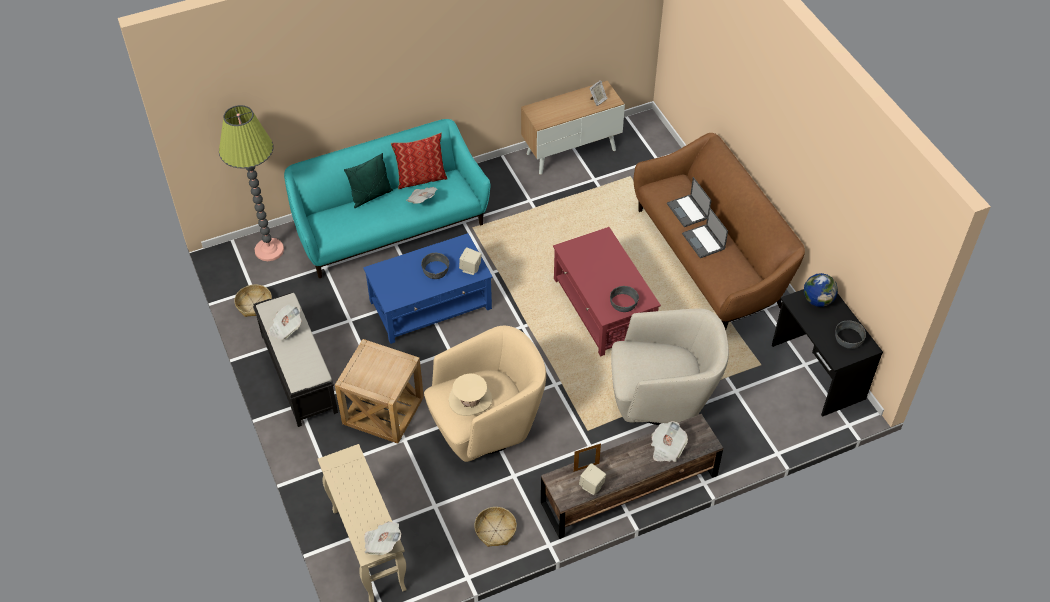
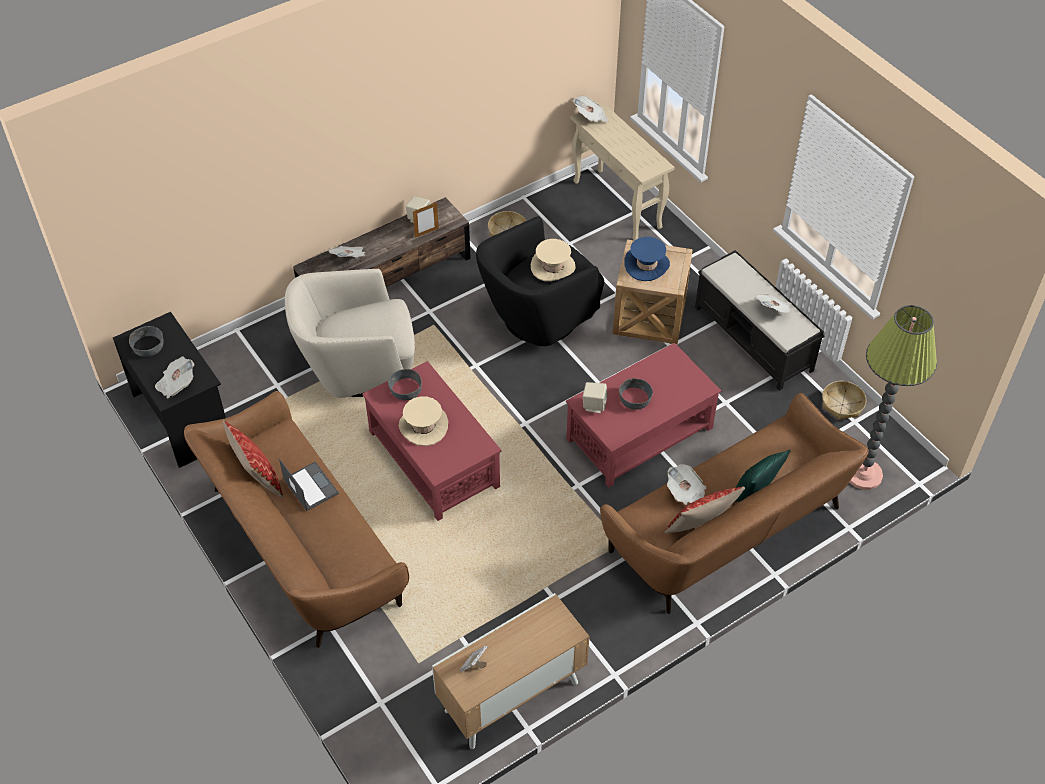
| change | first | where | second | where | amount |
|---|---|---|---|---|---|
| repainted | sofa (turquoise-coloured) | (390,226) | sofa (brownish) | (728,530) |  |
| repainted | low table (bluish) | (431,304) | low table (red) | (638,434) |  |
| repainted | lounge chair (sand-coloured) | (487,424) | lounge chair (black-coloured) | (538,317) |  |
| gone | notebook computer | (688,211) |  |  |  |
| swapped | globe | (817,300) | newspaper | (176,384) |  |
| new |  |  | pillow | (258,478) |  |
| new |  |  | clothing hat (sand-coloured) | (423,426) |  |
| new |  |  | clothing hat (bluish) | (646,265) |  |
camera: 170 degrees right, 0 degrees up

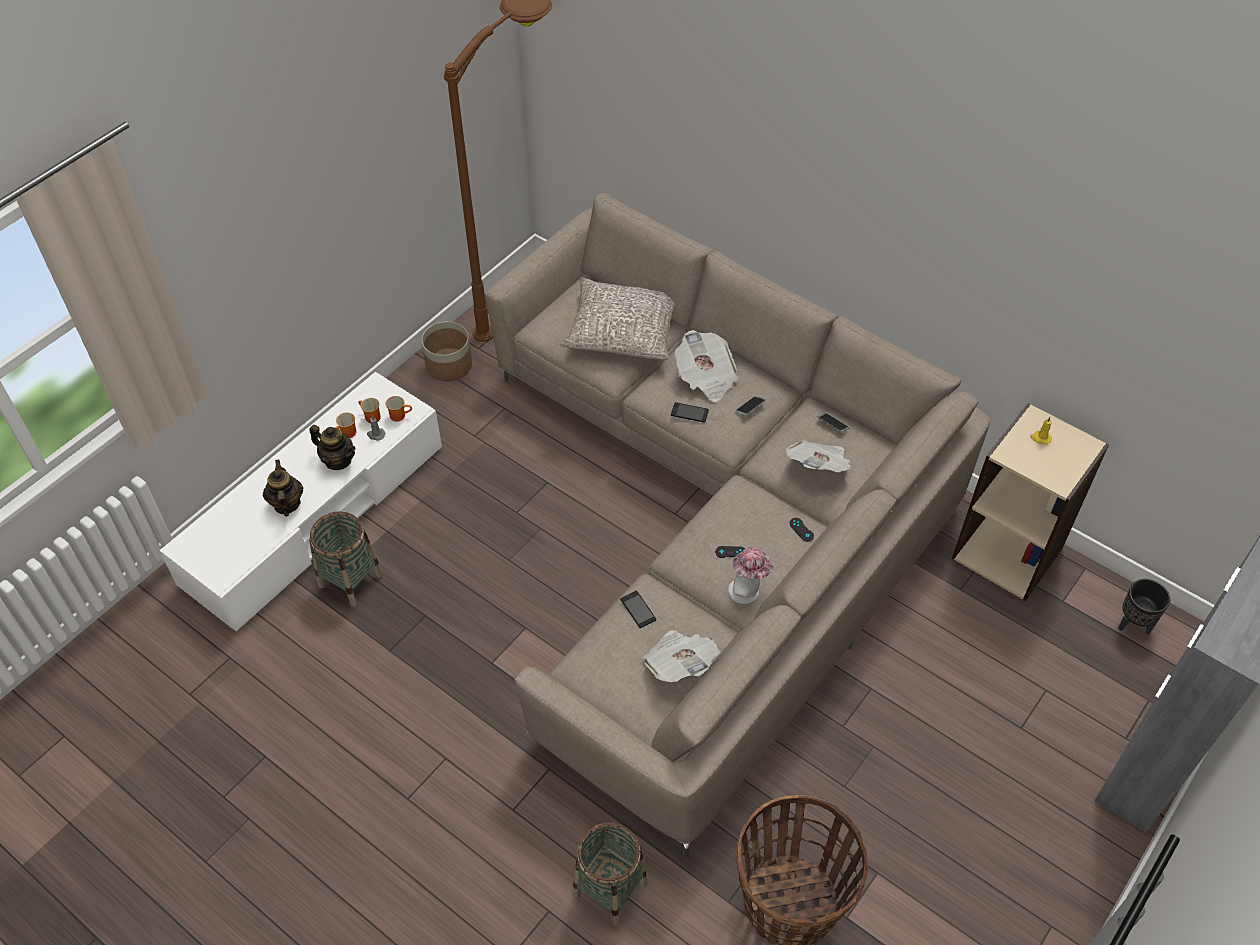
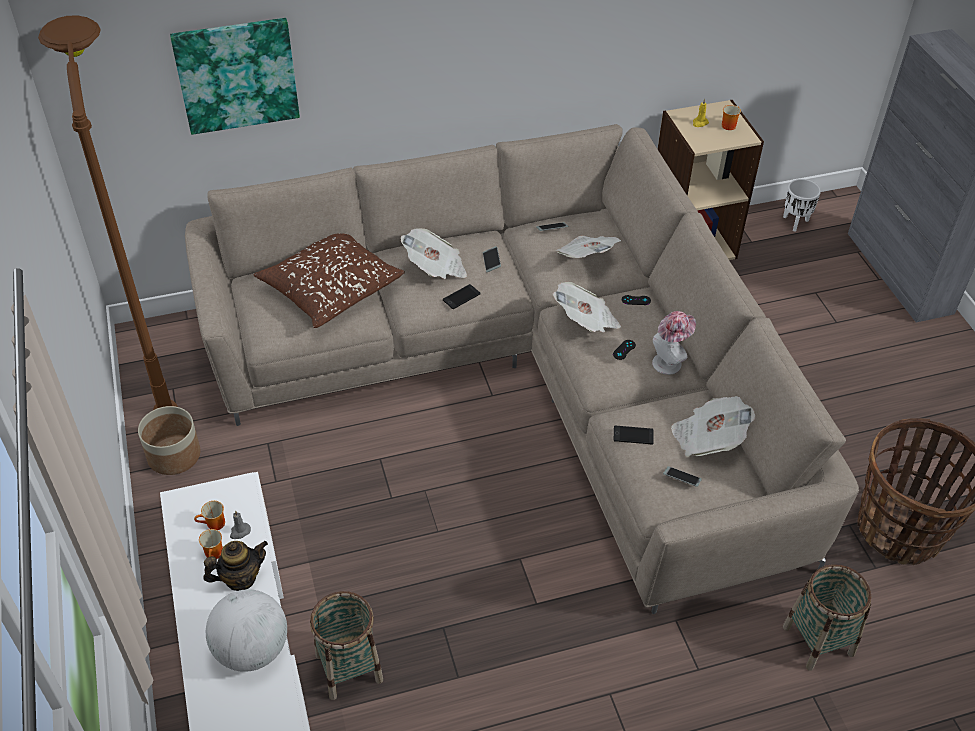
| change | first | where | second | where | amount |
|---|---|---|---|---|---|
| swapped | tea pot | (286,504) | globe | (252,650) |  |
| shifted | mug | (399,415) |  | (728,125) |  |
| repainted | pillow (grey) | (623,330) | pillow (brownish) | (331,288) |  |
| repainted | flower pot (black-coloured) | (1134,624) | flower pot (white-coloured) | (796,222) |  |
| new |  |  | wall picture | (237,75) |  |
| new |  |  | newspaper | (586,321) |  |
| new |  |  | handset | (681,479) |  |
camera: 55 degrees left, 5 degrees down

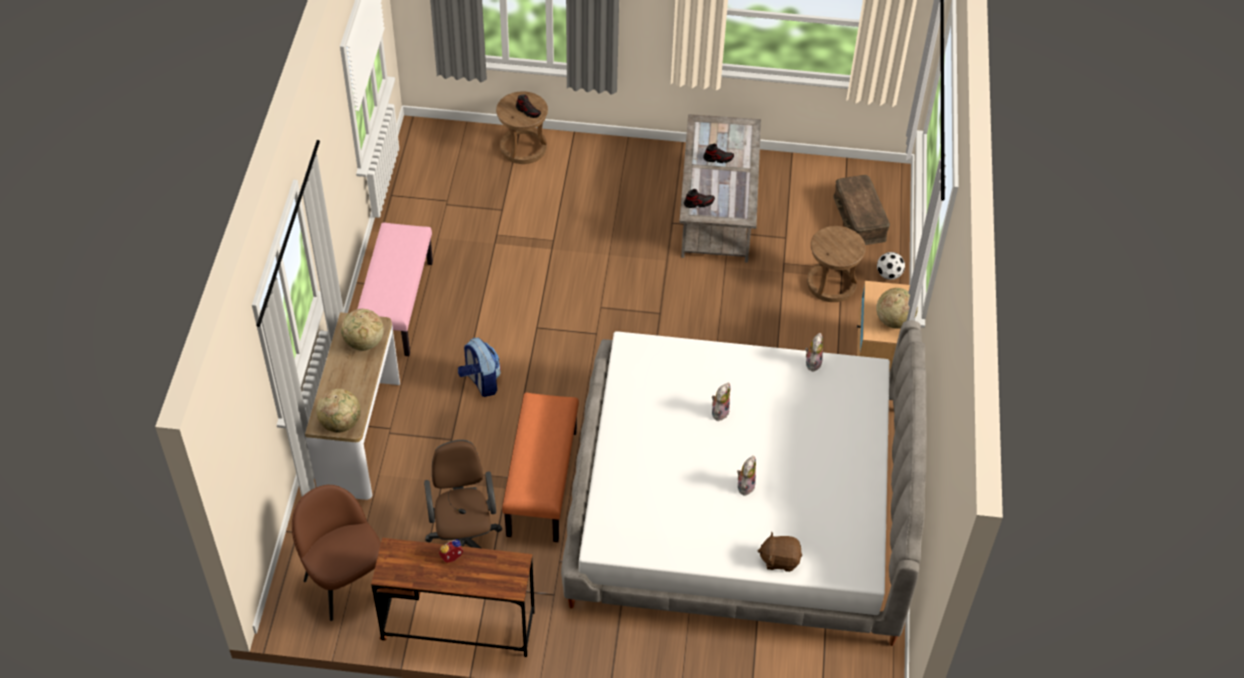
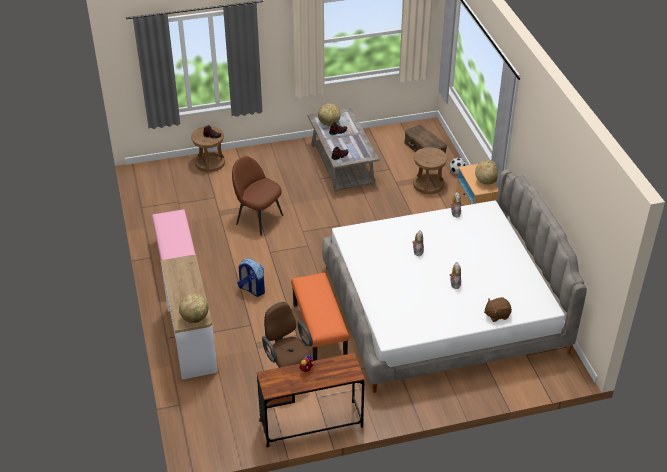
| change | first | where | second | where | amount |
|---|---|---|---|---|---|
| shifted | chair (brownish) | (345,581) |  | (258,219) |  |
| shifted | globe | (364,343) |  | (329,124) |  |
camera: 20 degrees left, 10 degrees down

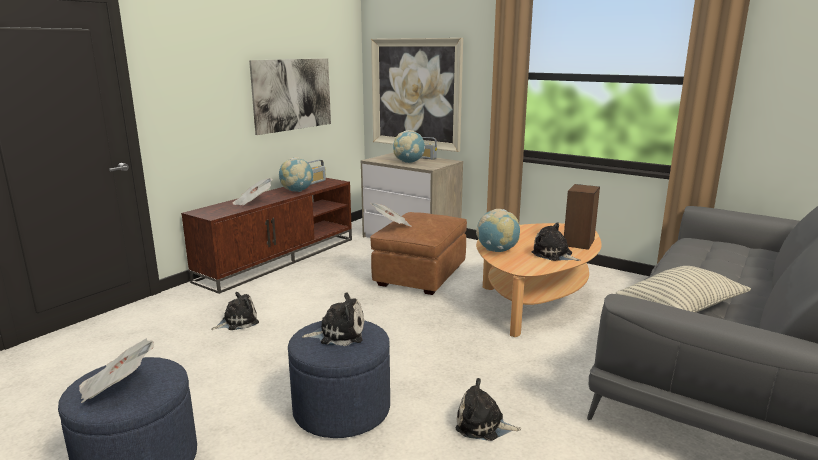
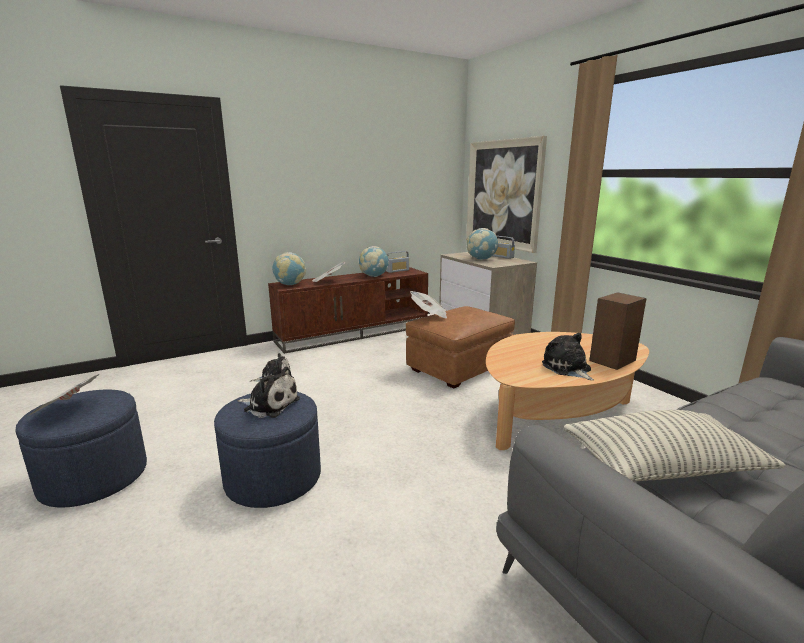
| change | first | where | second | where | amount |
|---|---|---|---|---|---|
| gone | wall picture | (292,94) |  |  |  |
| gone | plush toy | (483,425) |  |  |  |
| shifted | globe | (497,251) |  | (290,285) |  |
camera: 25 degrees right, 0 degrees up

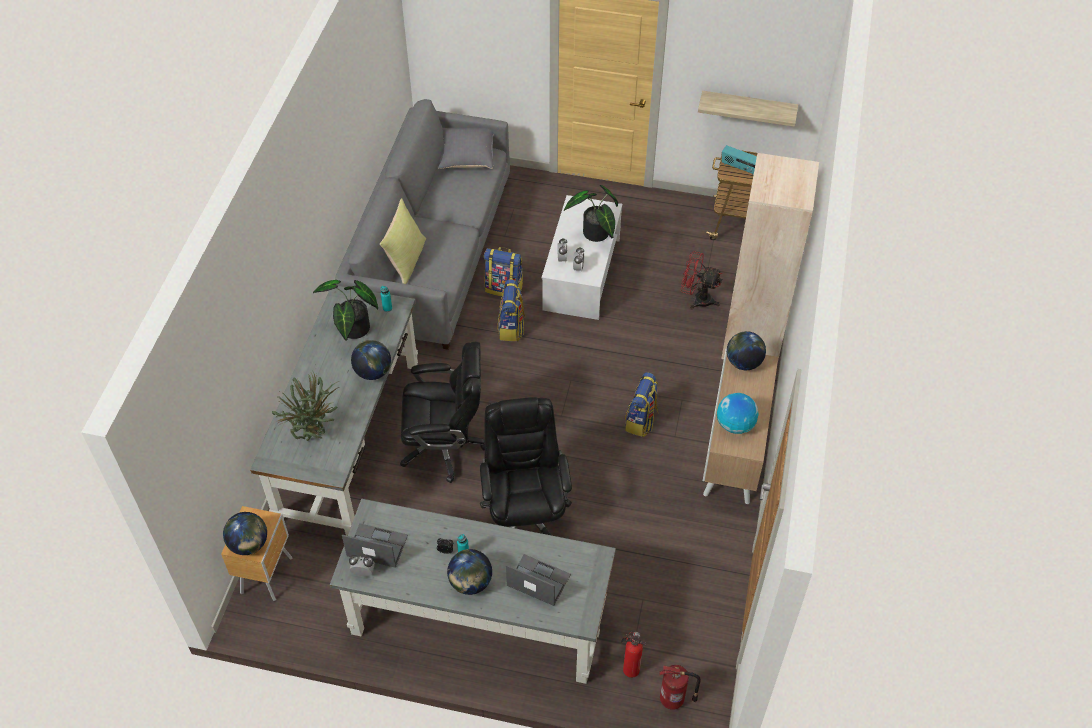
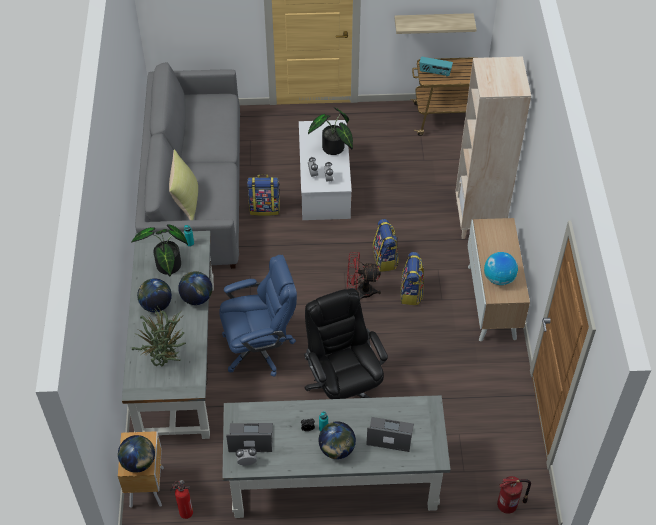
| change | first | where | second | where | amount |
|---|---|---|---|---|---|
| repainted | computer chair (black-coloured) | (445,446) | computer chair (bluish) | (259,347) |  |
| gone | pillow (grey) | (467,156) |  |  |  |
| shifted | rucksack | (511,328) |  | (385,259) |  |
| shifted | extinguisher | (630,669) |  | (185,512) |  |
| shifted | electric fan (red) | (697,299) |  | (360,291) |  |
| shifted | globe | (743,363) |  | (156,305) |  |
camera: 15 degrees left, 0 degrees up

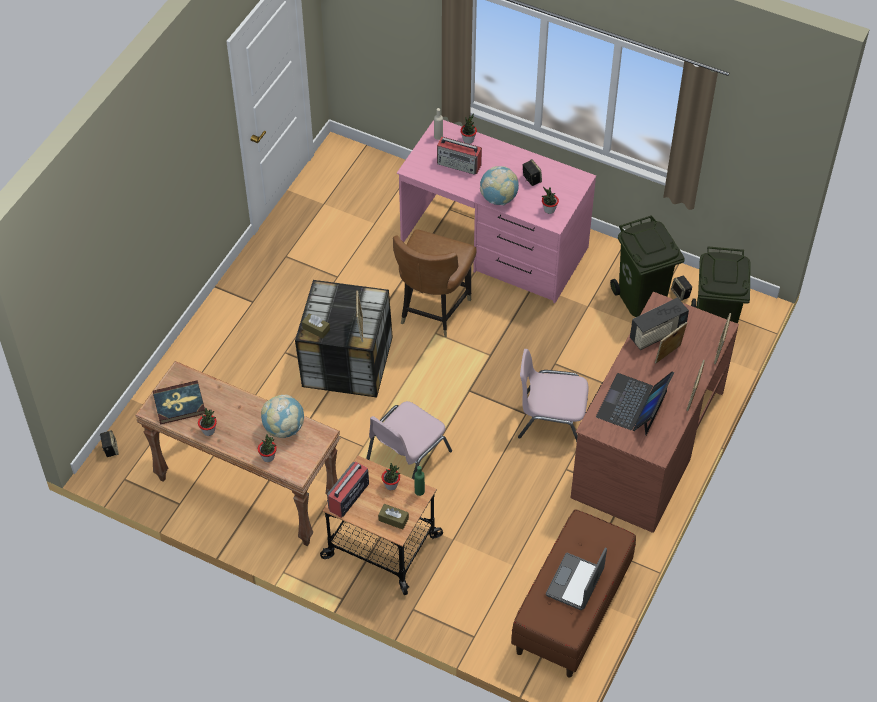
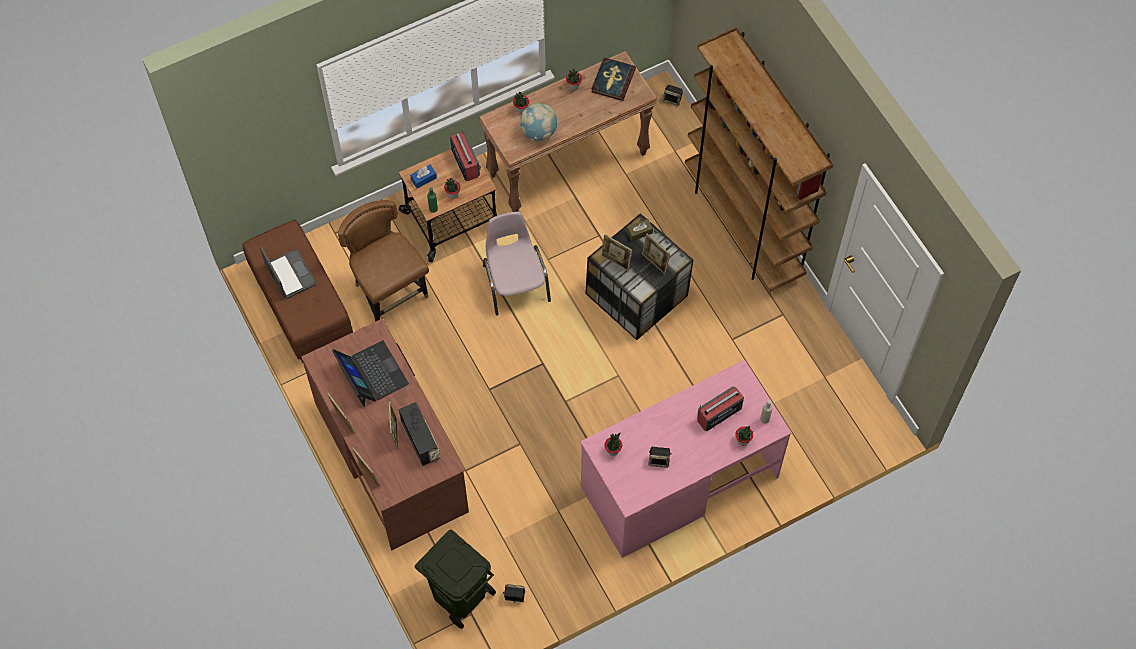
| change | first | where | second | where | amount |
|---|---|---|---|---|---|
| repainted | tissue holder (brownish) | (393,519) | tissue holder (bluish) | (424,179) |  |
| shifted | chair (brownish) | (433,309) |  | (389,293) |  |
| gone | globe | (498,198) |  |  |  |
| gone | chair (pinkish) | (551,418) |  |  |  |
| gone | waste bin (greenish) | (641,298) |  |  |  |
| rotated | radio receiver | (657,334) |  | (421,440) | 150 degrees clockwise |
| new |  |  | photo frame | (655,263) |  |
| new |  |  | shelving unit (brownish) | (743,226) |  |
camera: 125 degrees right, 10 degrees up

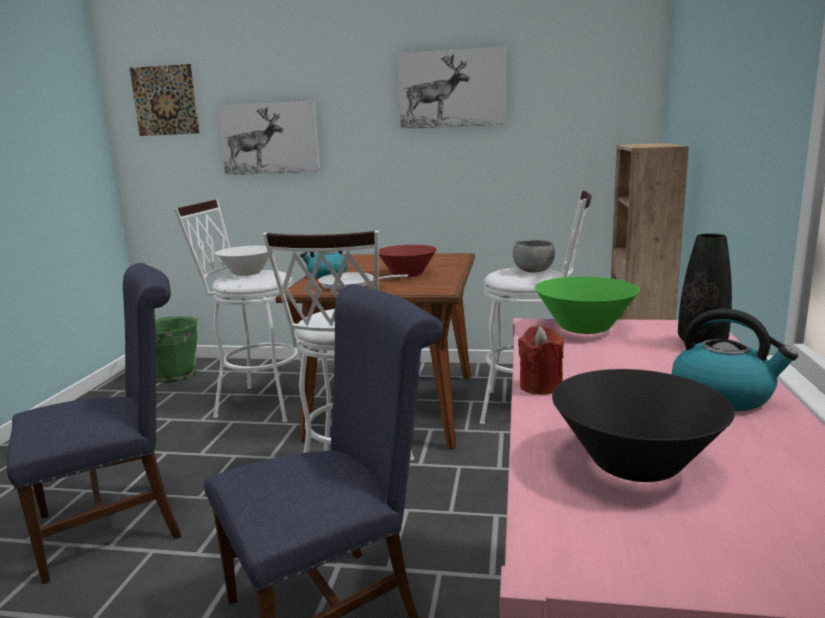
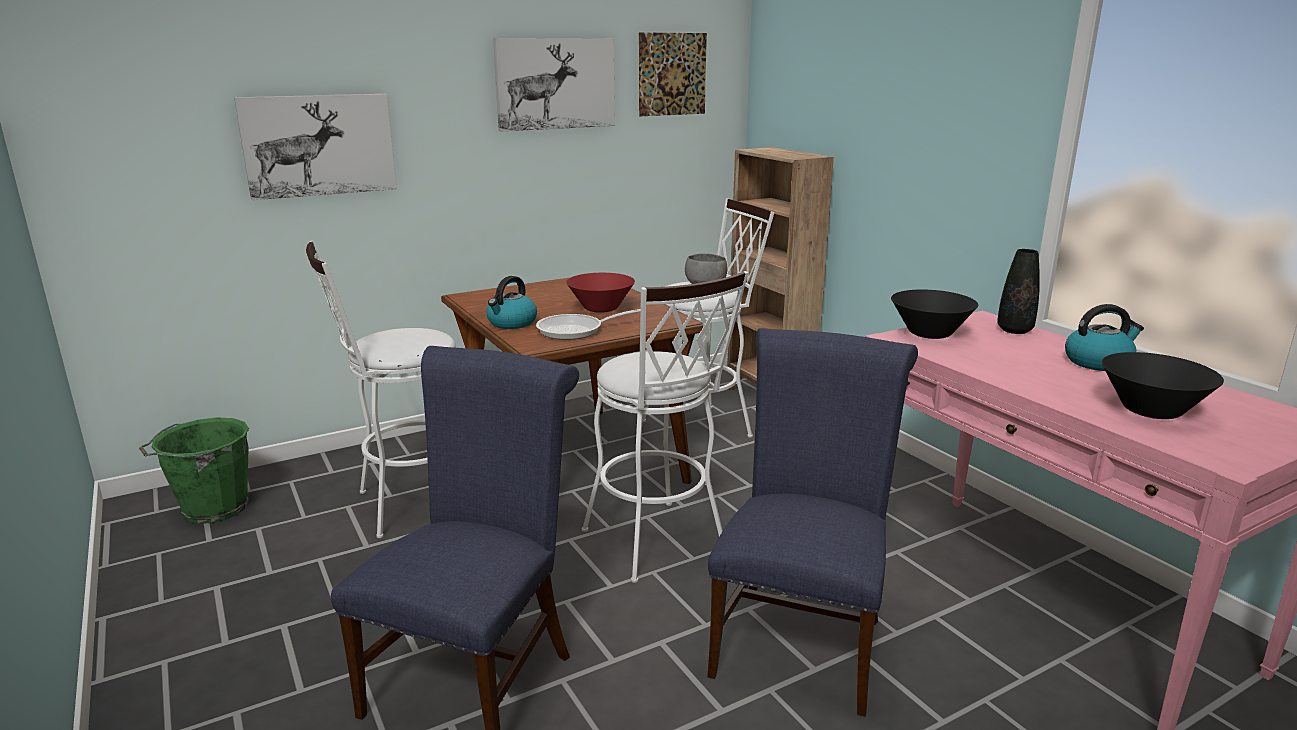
| change | first | where | second | where | amount |
|---|---|---|---|---|---|
| shifted | wall picture | (165,100) |  | (672,74) |  |
| gone | serving bowl (white-coloured) | (247,273) |  |  |  |
| gone | candle (red) | (540,386) |  |  |  |
| repainted | serving bowl (greenish) | (585,328) | serving bowl (black-coloured) | (930,333) |  |
camera: 40 degrees left, 5 degrees up

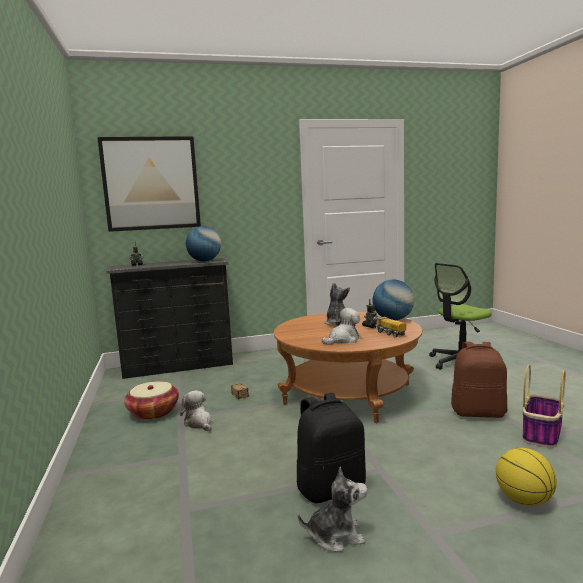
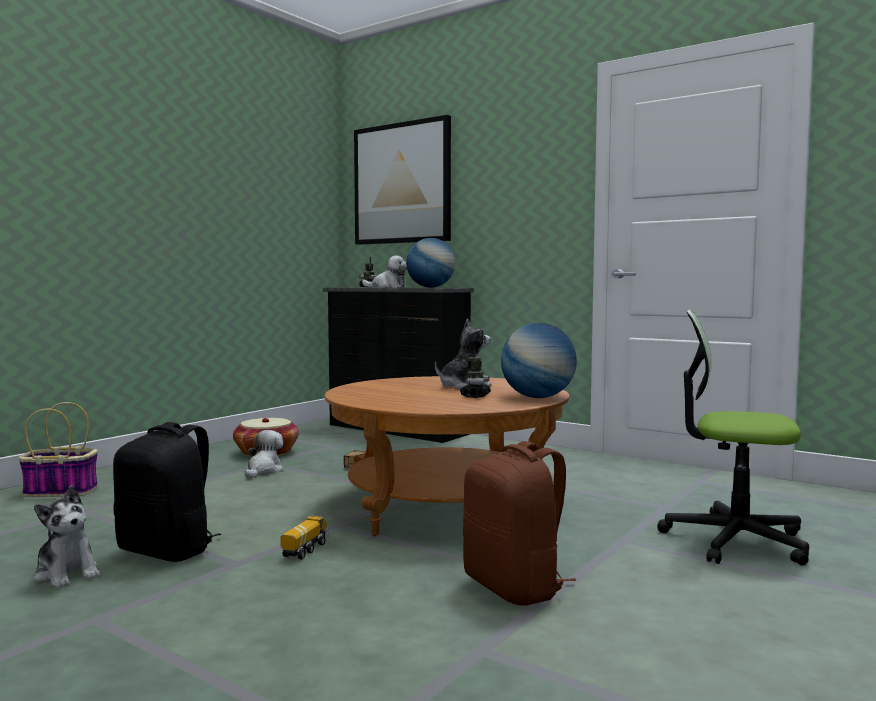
| change | first | where | second | where | amount |
|---|---|---|---|---|---|
| shifted | plush toy | (343,340) |  | (388,287) |  |
| shifted | toy truck | (390,333) |  | (305,549) |  |
| gone | ball for basketball | (523,500) |  |  |  |
| shifted | basket | (541,435) |  | (59,491) |  |
camera: 50 degrees right, 5 degrees down

